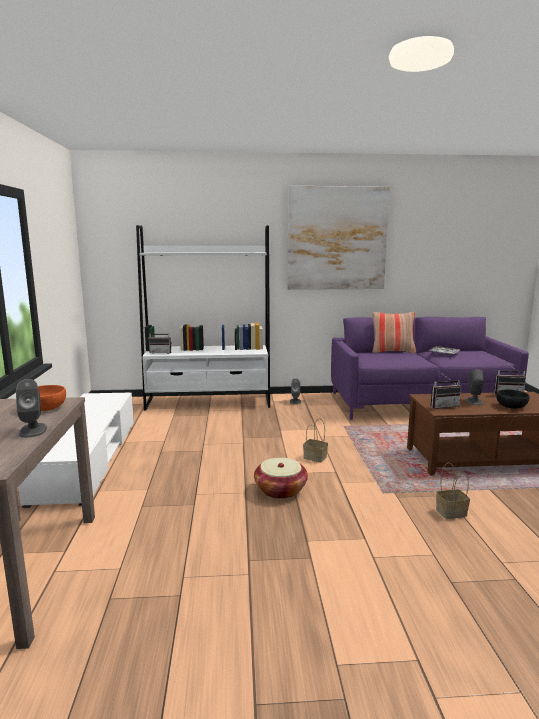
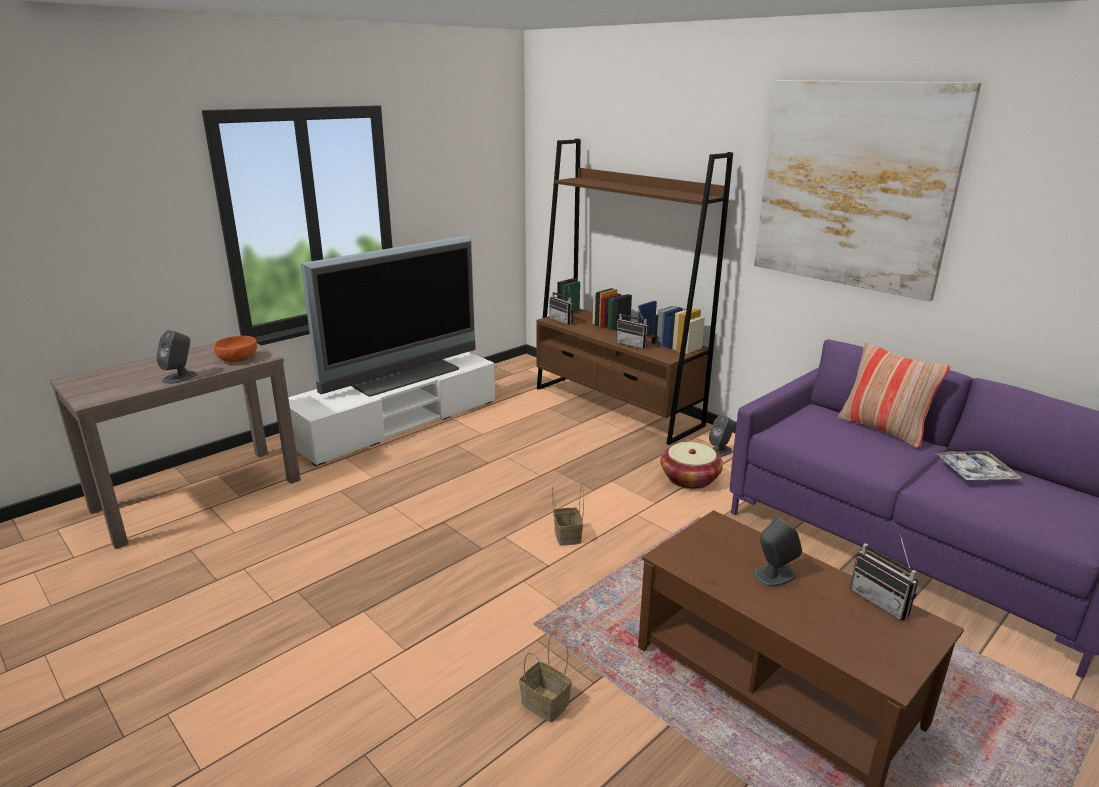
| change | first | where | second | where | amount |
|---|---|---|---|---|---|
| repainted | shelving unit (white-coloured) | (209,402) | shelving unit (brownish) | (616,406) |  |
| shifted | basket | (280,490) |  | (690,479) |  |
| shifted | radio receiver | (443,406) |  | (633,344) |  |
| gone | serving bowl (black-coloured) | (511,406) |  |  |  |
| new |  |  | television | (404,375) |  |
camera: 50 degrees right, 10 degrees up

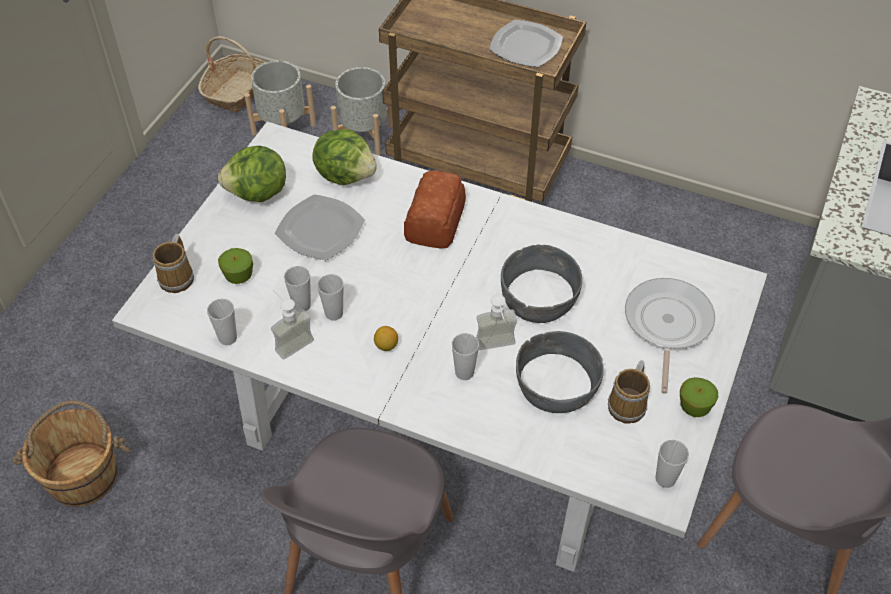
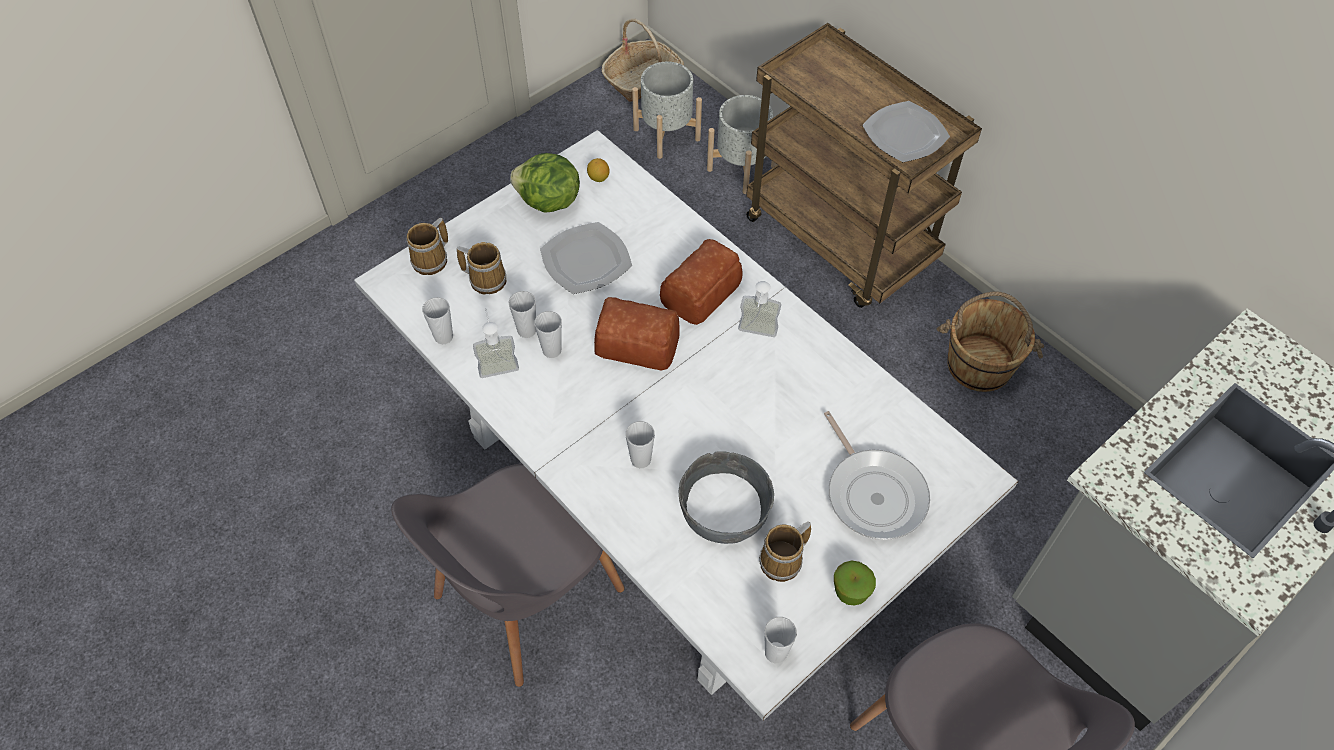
| change | first | where | second | where | amount |
|---|---|---|---|---|---|
| shifted | pail (brownish) | (83,475) |  | (980,363) |  |
| swapped | apple fruit | (238,275) | mug | (486,278) |  |
| gone | head of lettuce | (346,174) |  |  |  |
| shifted | lemon | (386,346) |  | (598,178) |  |
| shifted | soap dispenser | (497,348) |  | (756,335) |  |
| gone | serving bowl (grey) | (539,294) |  |  |  |
| rotated | frying pan | (666,324) |  | (873,493) | 120 degrees clockwise |
| new |  |  | baked bread | (636,342) |  |
camera: 25 degrees right, 5 degrees up

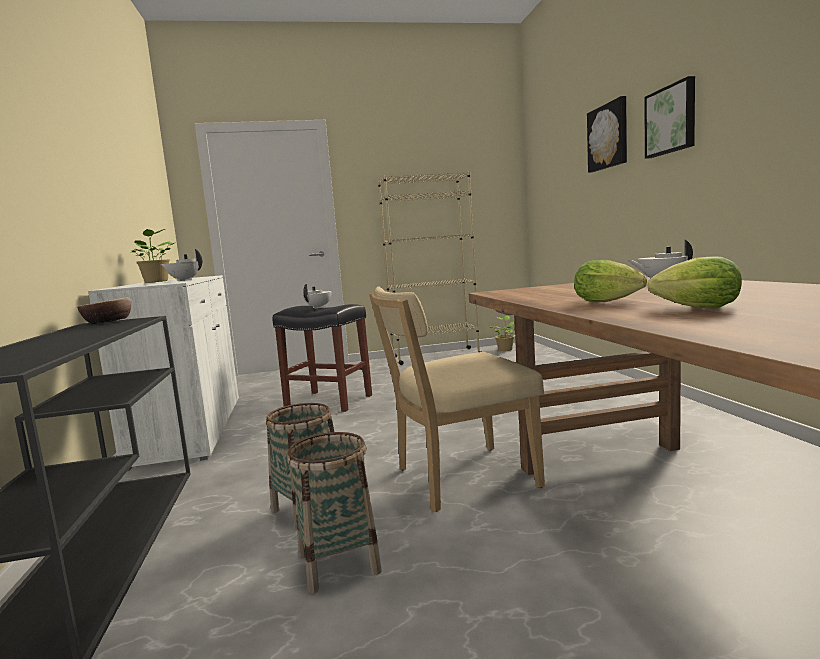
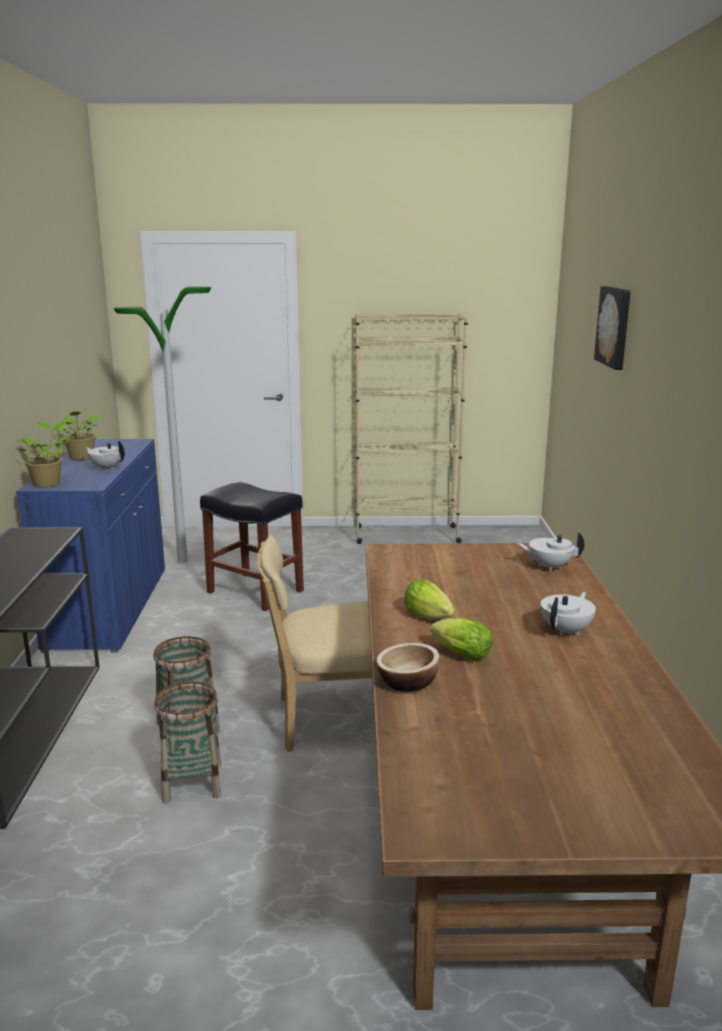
| change | first | where | second | where | amount |
|---|---|---|---|---|---|
| shifted | serving bowl | (108,322) |  | (408,682) |  |
| repainted | storage cabinet (white-coloured) | (191,429) | storage cabinet (bluish) | (109,608) |  |
| shifted | tea pot (white-coloured) | (319,307) |  | (566,630) |  |
| shifted | plant in a pot | (505,349) |  | (48,483) |  |
| gone | wall picture | (671,120) |  |  |  |
| new |  |  | floor lamp | (183,561) |  |
camera: 10 degrees right, 10 degrees up

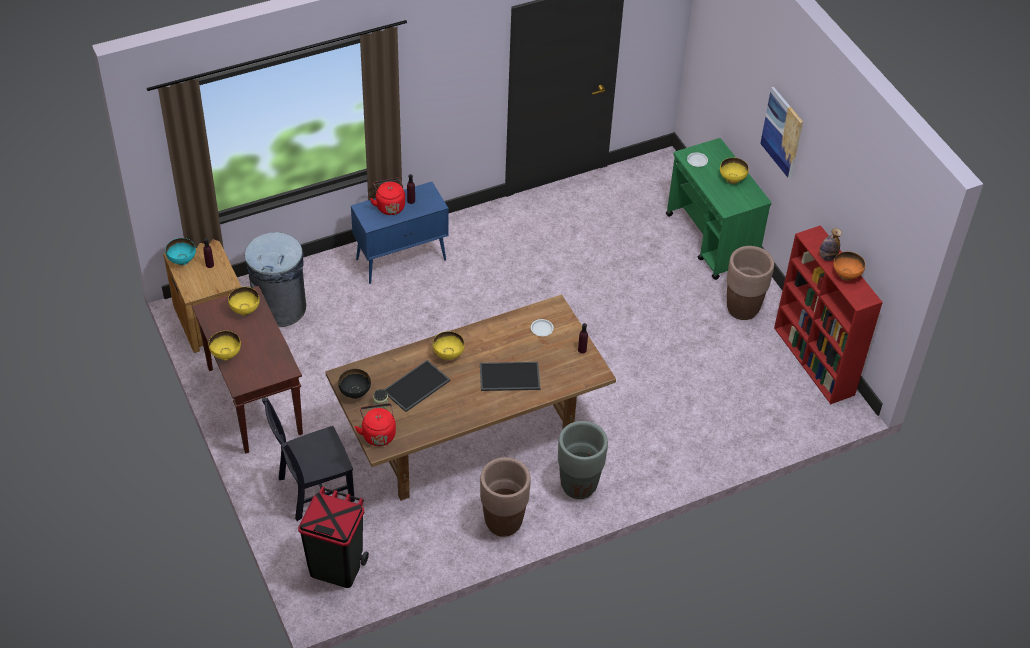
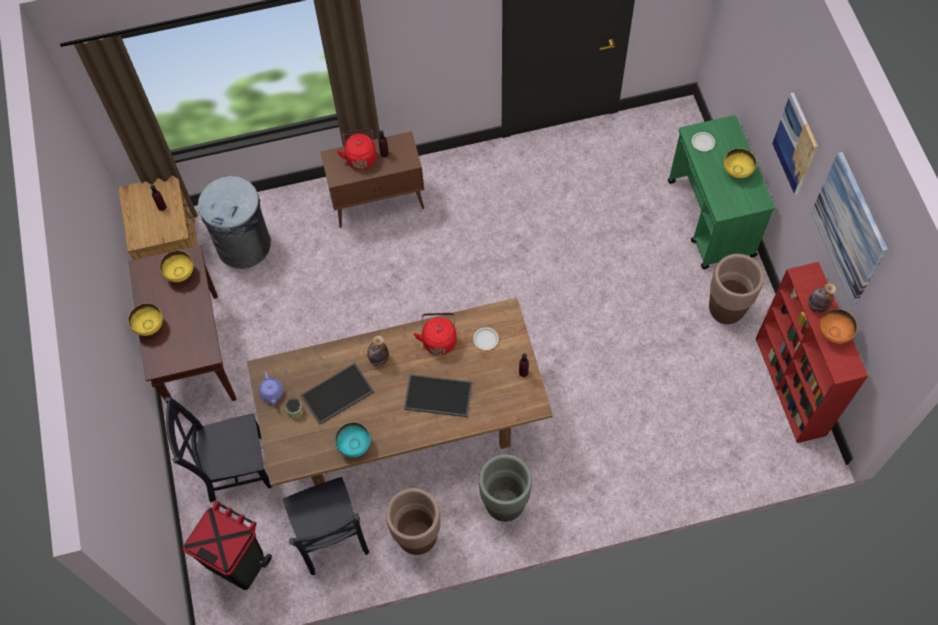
| change | first | where | second | where | amount |
|---|---|---|---|---|---|
| shifted | serving bowl (turquoise-coloured) | (182,260) |  | (354,445) |  |
| swapped | serving bowl (black-coloured) | (355,393) | tea pot (purplish) | (271,393) |  |
| repainted | storage cabinet (bluish) | (402,259) | storage cabinet (brownish) | (379,202) |  |
| shifted | water kettle (red) | (378,433) |  | (439,339) |  |
| swapped | serving bowl (yellow-coloured) | (448,355) | drink bottle | (379,359) |  |
| new |  |  | chair (black-coloured) | (331,538) |  |
| new |  |  | wall picture | (849,229) |  |
camera: 15 degrees right, 15 degrees up

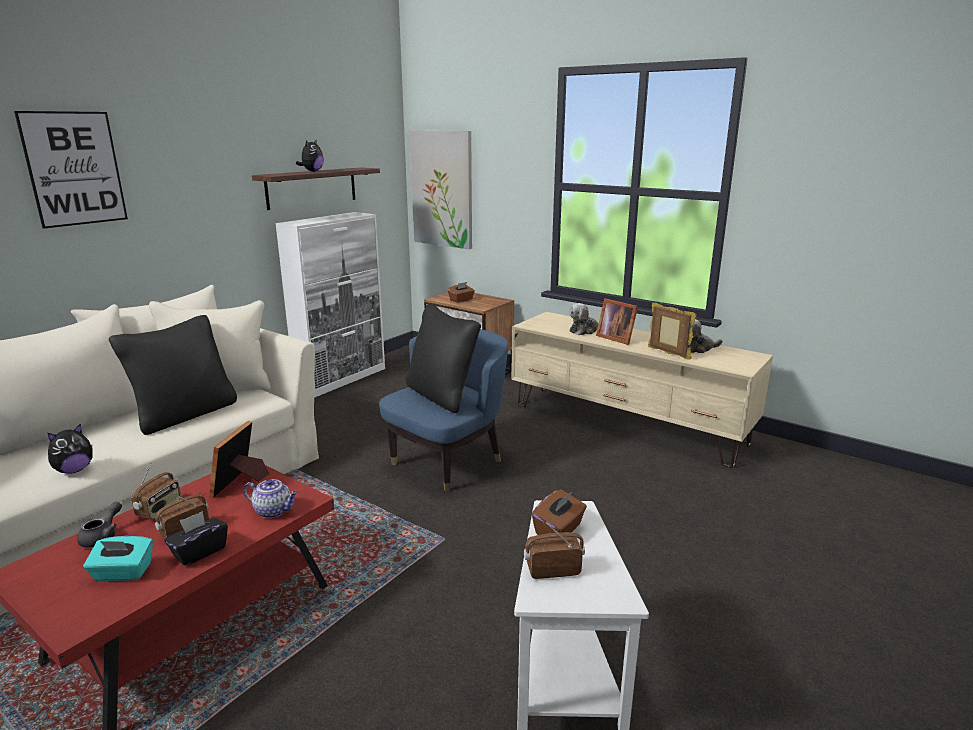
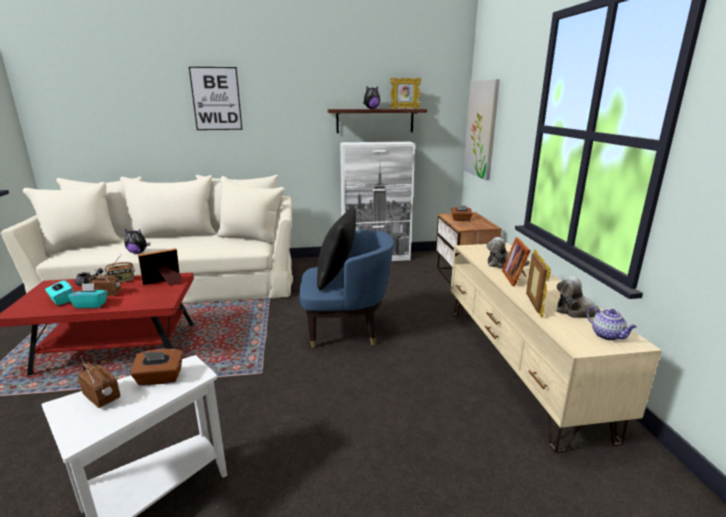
| change | first | where | second | where | amount |
|---|---|---|---|---|---|
| gone | pillow (black-coloured) | (185,414) |  |  |  |
| repainted | tissue holder (black-coloured) | (199,552) | tissue holder (turquoise-coloured) | (91,305) |  |
| shifted | tea pot | (274,511) |  | (607,335) |  |
| new |  |  | photo frame | (404,108) |  |
camera: 45 degrees right, 0 degrees up

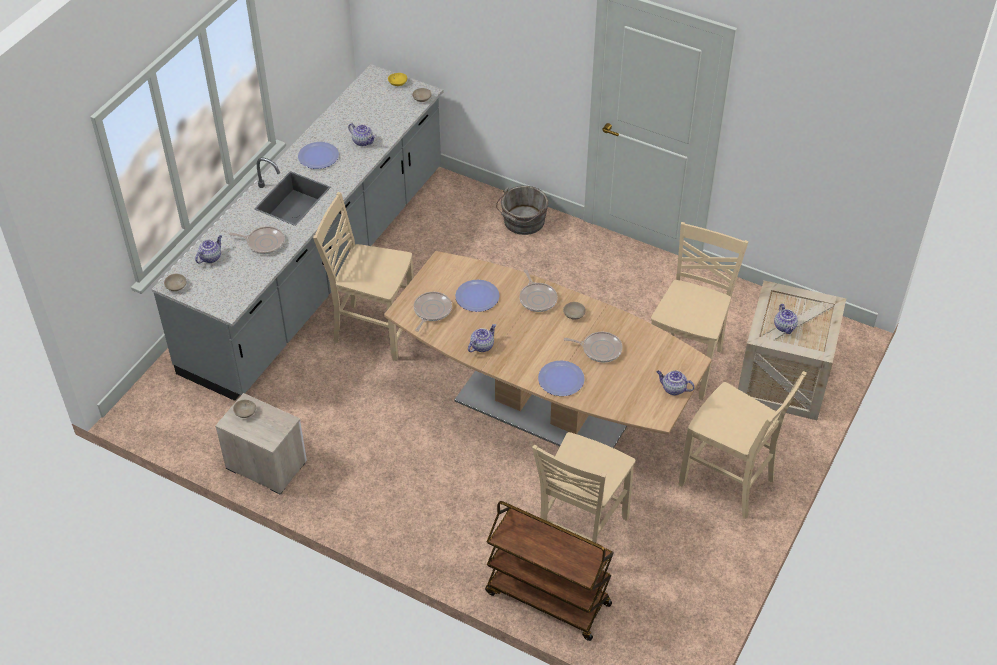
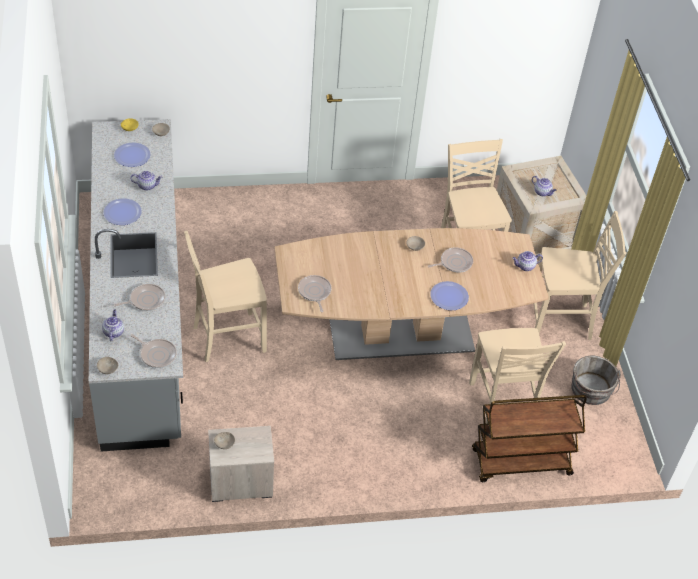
| change | first | where | second | where | amount |
|---|---|---|---|---|---|
| shifted | dinner plate | (477,296) |  | (132,155) |  |
| gone | tea pot | (482,346) |  |  |  |
| shifted | pail (grey) | (522,222) |  | (591,391) |  |
| shifted | frying pan | (537,298) |  | (157,354) |  |
camera: 40 degrees left, 0 degrees up

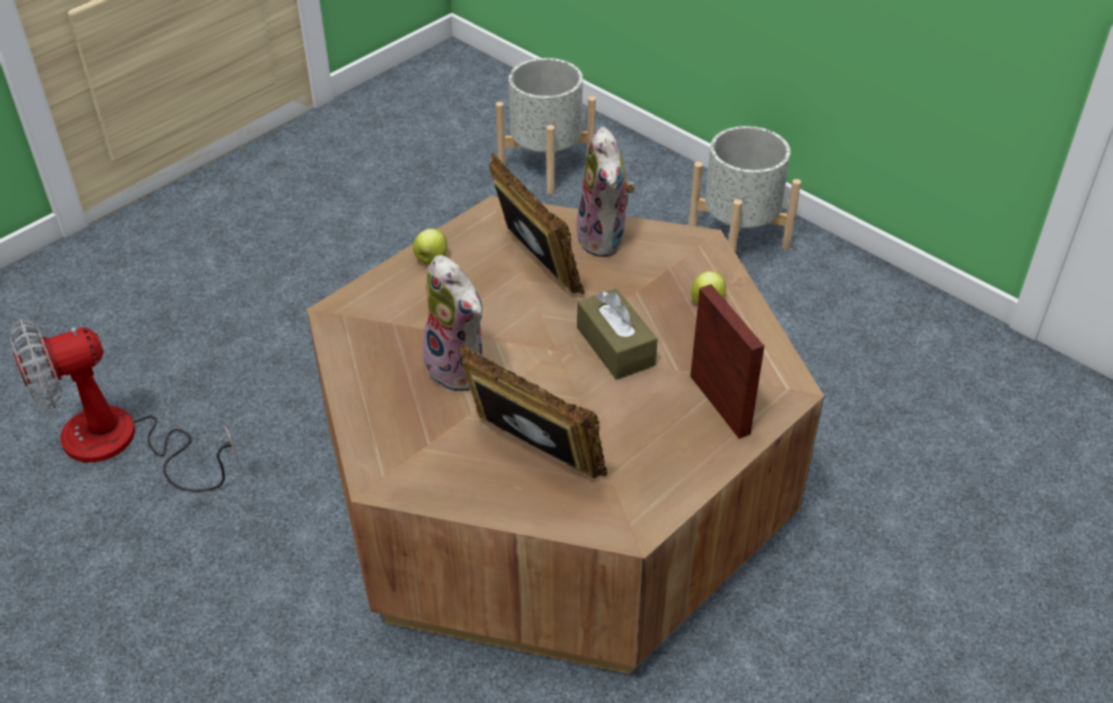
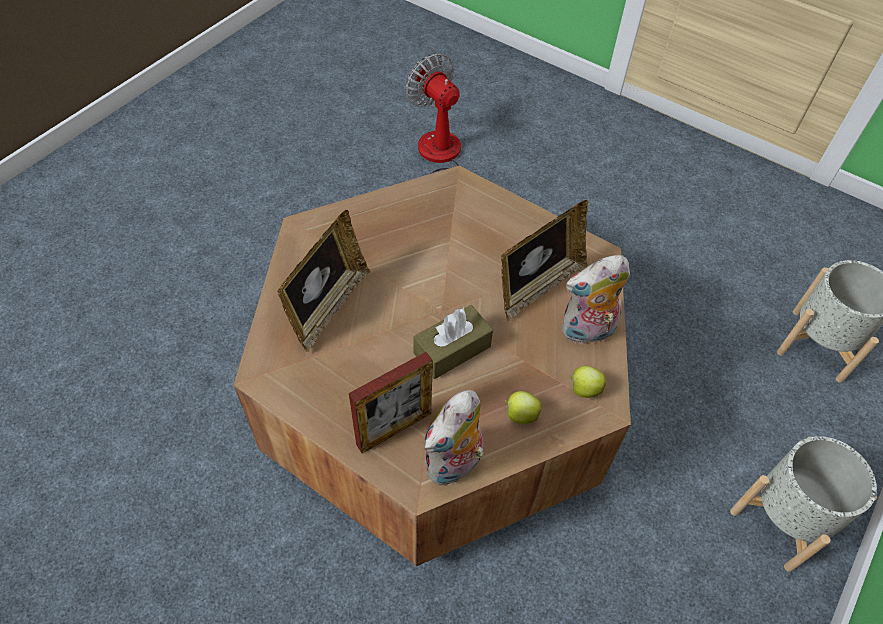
| change | first | where | second | where | amount |
|---|---|---|---|---|---|
| shifted | apple fruit | (431,260) |  | (583,389) |  |
| shifted | plush toy | (460,369) |  | (454,465) |  |
camera: 80 degrees right, 10 degrees up

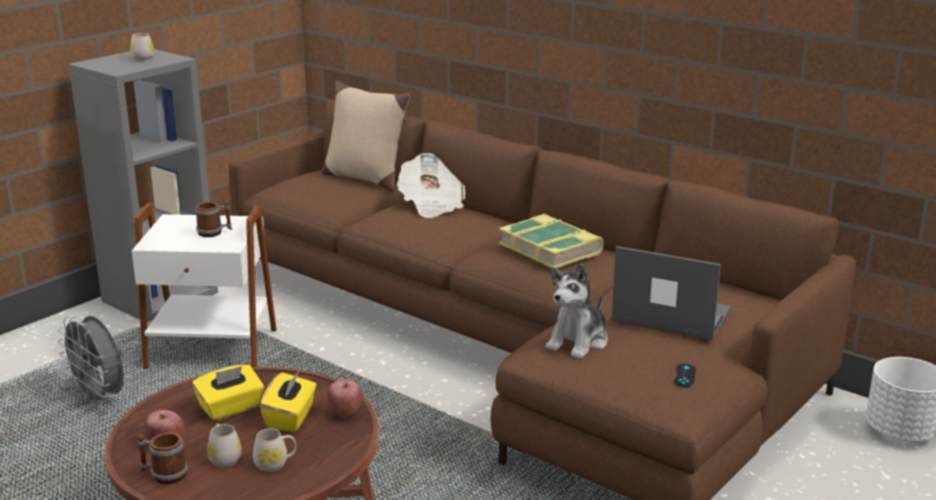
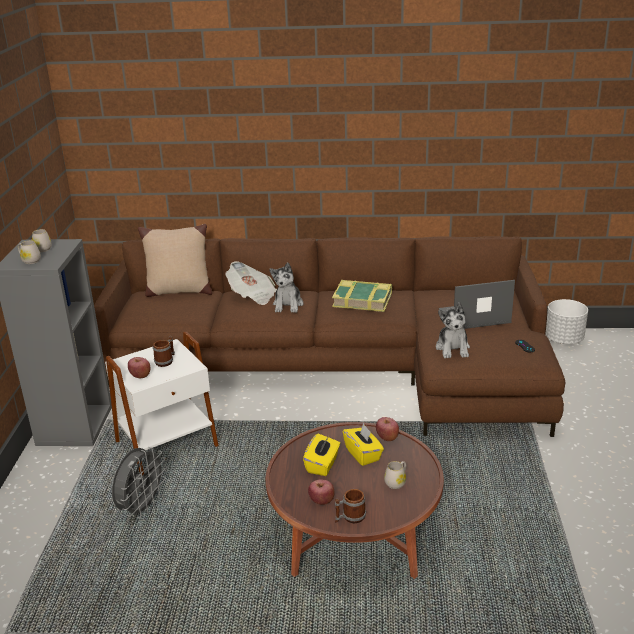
| change | first | where | second | where | amount |
|---|---|---|---|---|---|
| rotated | electric fan (grey) | (100,399) |  | (142,507) | 75 degrees counterclockwise |
| shifted | mug (white-coloured) | (224,457) |  | (29,260) |  |
| new |  |  | apple fruit | (140,376) |  |
| new |  |  | plush toy | (288,305) |  |
camera: 35 degrees left, 5 degrees up

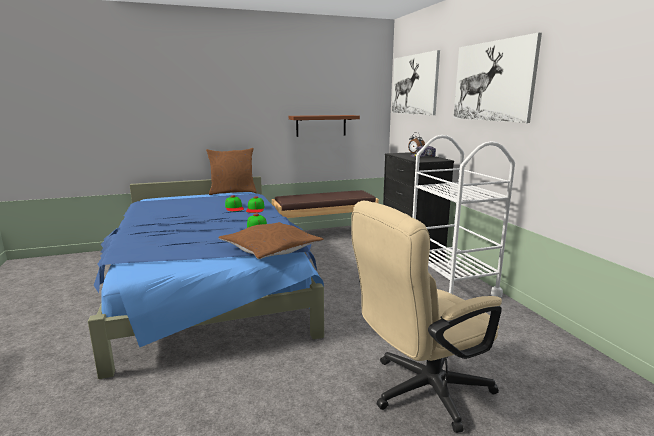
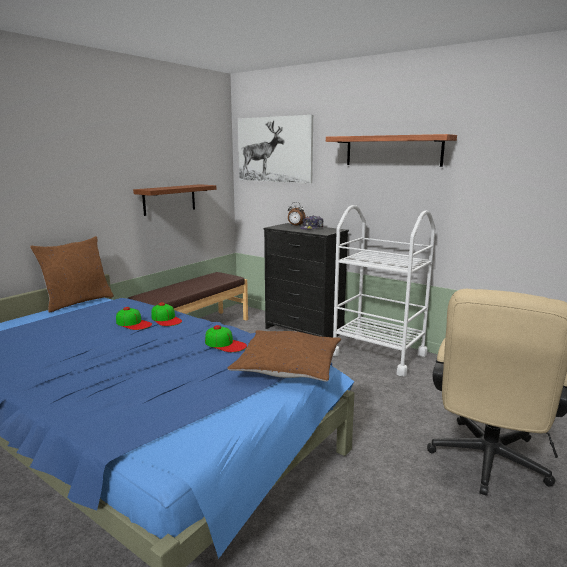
| change | first | where | second | where | amount |
|---|---|---|---|---|---|
| swapped | wall picture | (492,81) | shelf | (393,151) |  |
camera: 35 degrees left, 0 degrees up

